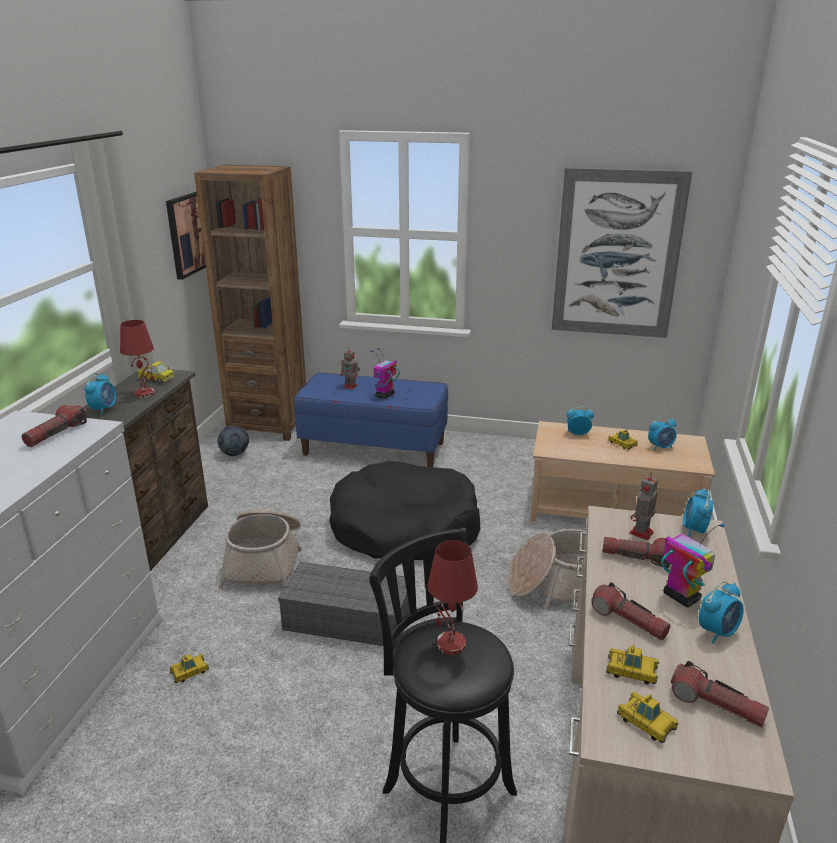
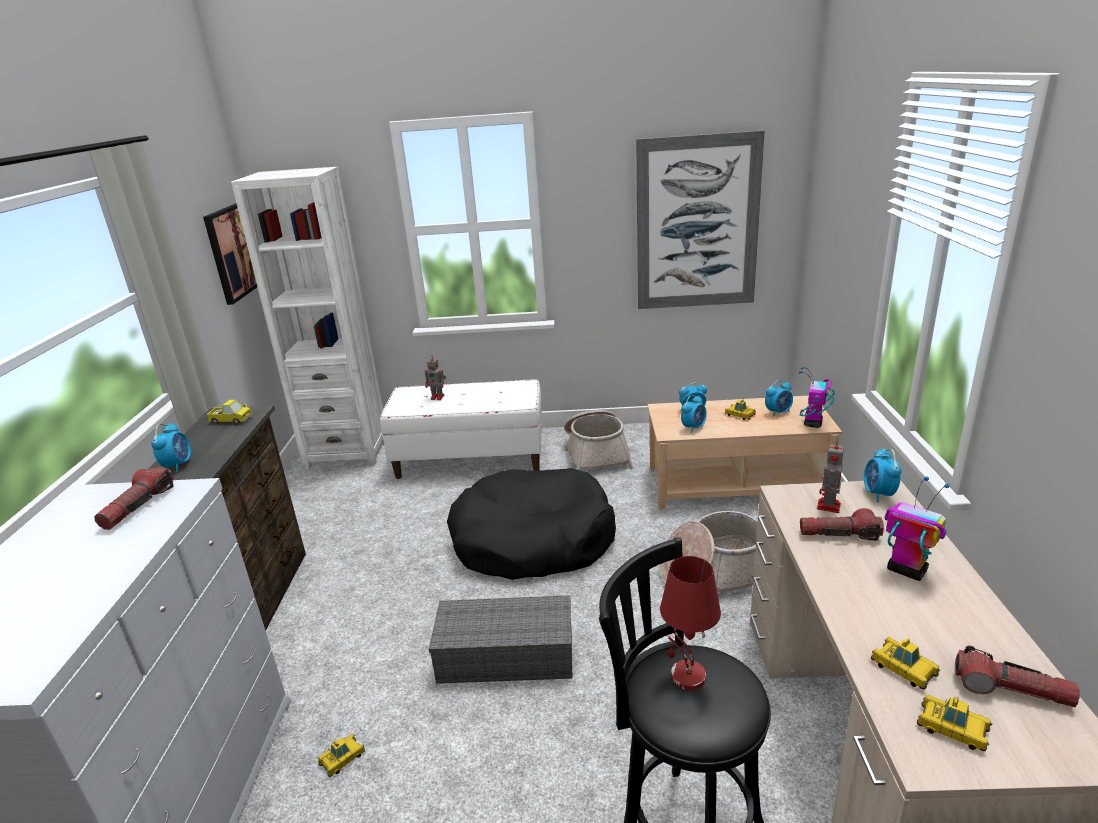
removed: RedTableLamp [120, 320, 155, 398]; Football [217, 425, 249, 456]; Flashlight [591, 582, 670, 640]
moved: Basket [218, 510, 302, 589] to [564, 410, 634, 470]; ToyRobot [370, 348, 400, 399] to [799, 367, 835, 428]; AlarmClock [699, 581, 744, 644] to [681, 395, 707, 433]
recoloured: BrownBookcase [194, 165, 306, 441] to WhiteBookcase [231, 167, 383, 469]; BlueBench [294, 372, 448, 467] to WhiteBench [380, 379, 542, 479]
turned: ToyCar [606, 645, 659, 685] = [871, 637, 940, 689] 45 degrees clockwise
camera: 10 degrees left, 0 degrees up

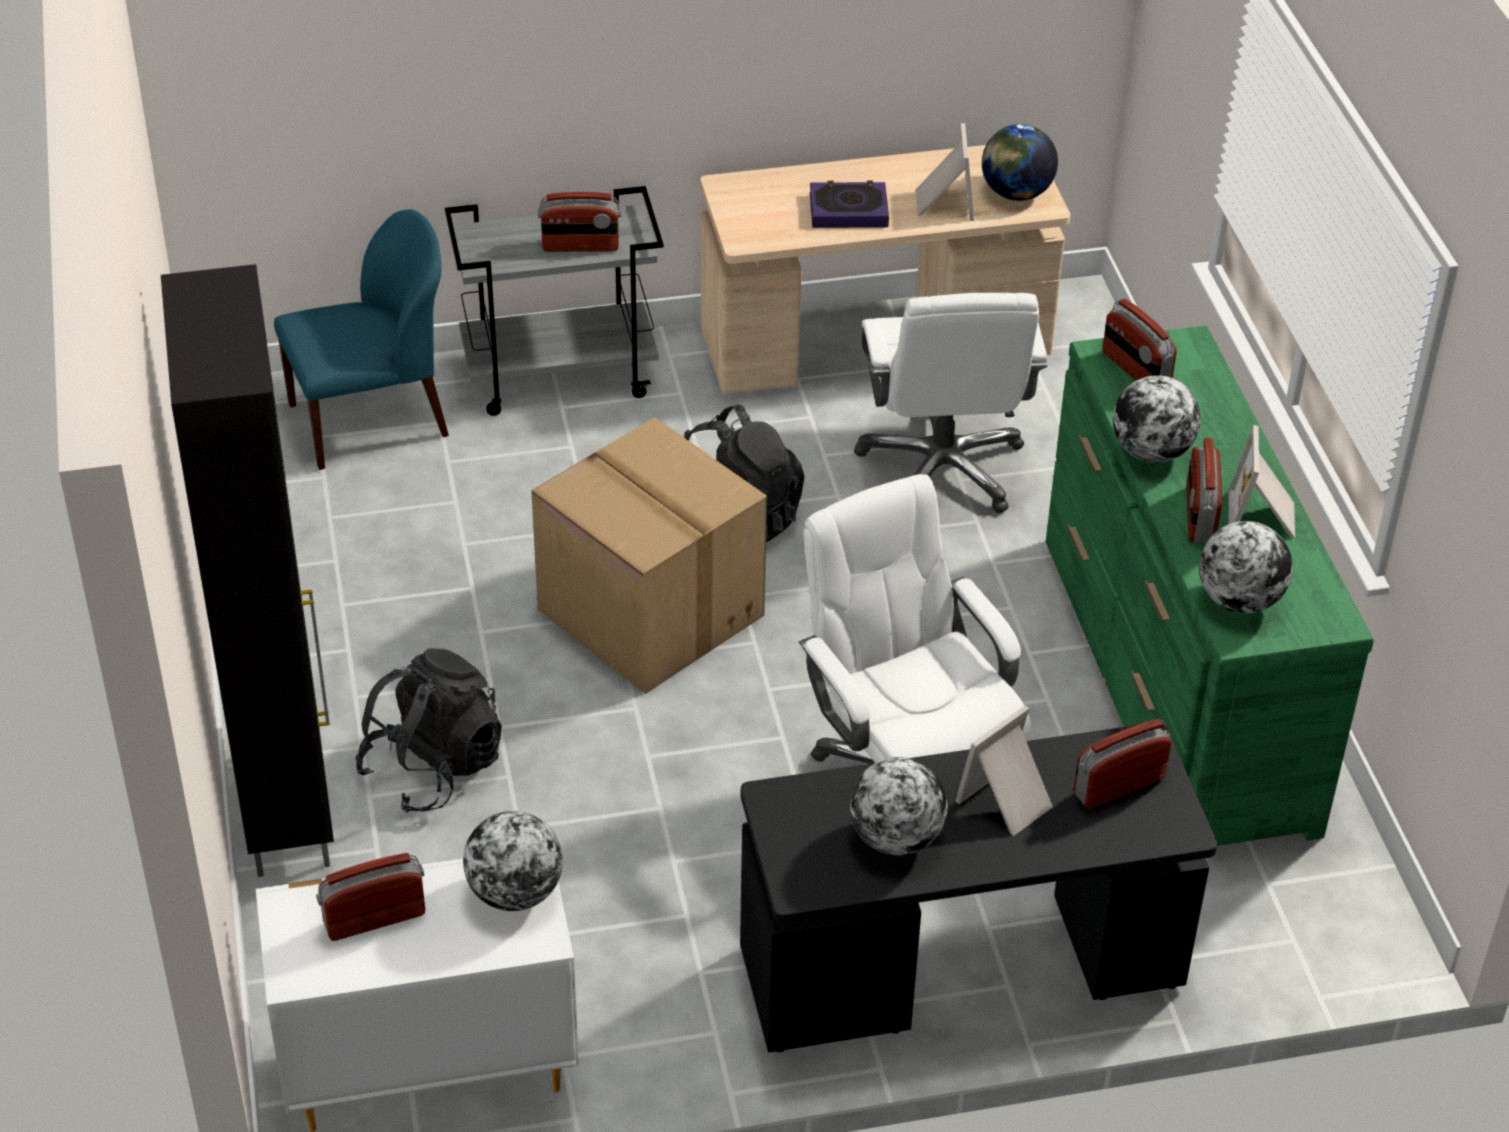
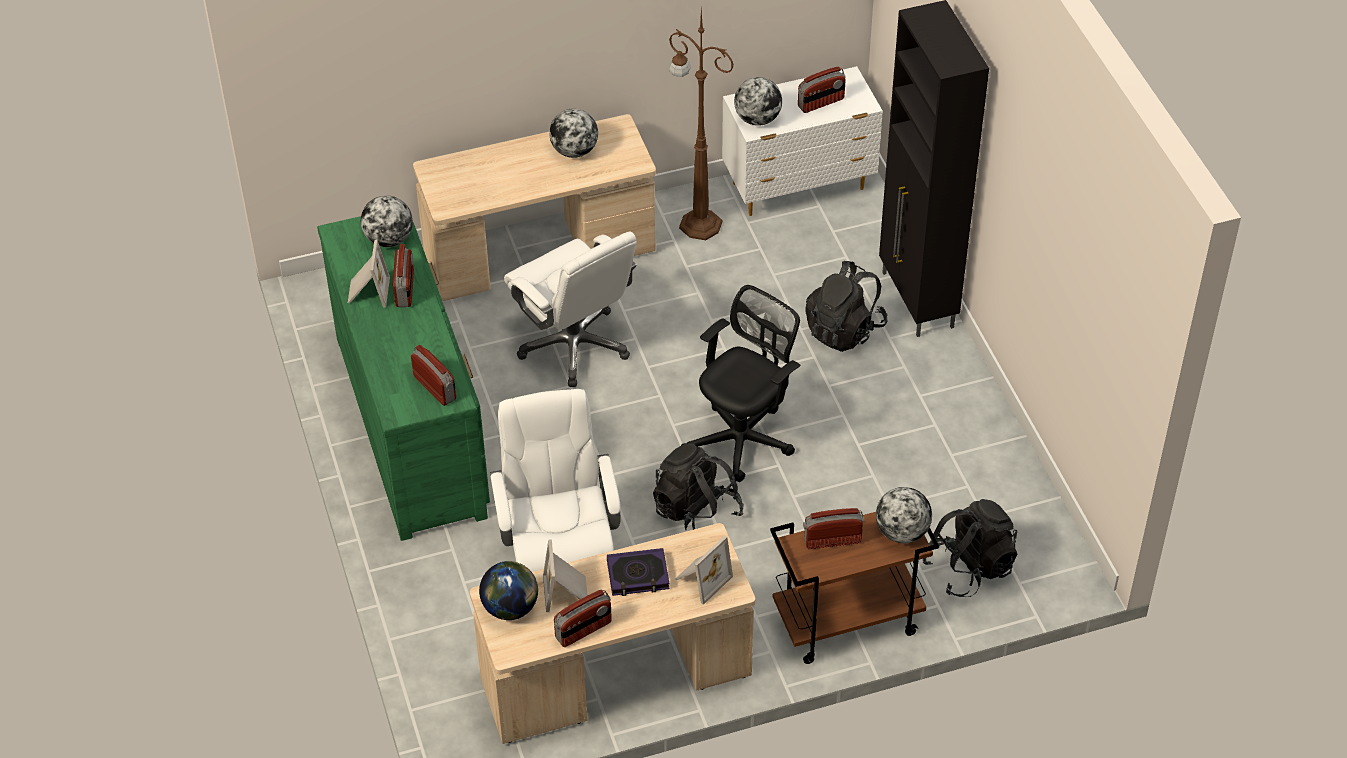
added: BrownFloorLamp [669, 8, 734, 240]
moved: PictureFrame [955, 705, 1053, 836] to [675, 536, 733, 605]; Radio [1074, 719, 1171, 809] to [554, 590, 612, 647]; Globe [1113, 375, 1201, 463] to [876, 487, 932, 543]
replaced: BlueChair [274, 209, 449, 470] to BlackBackpack [923, 499, 1017, 597]; CardboardBox [531, 417, 767, 694] to BlackOfficeChair [682, 285, 800, 482]
recoloured: GreyCart [445, 186, 663, 416] to BrownCart [770, 512, 939, 664]; BlackDesk [740, 725, 1217, 1053] to BeigeDesk [413, 114, 656, 301]
camera: 175 degrees right, 5 degrees up

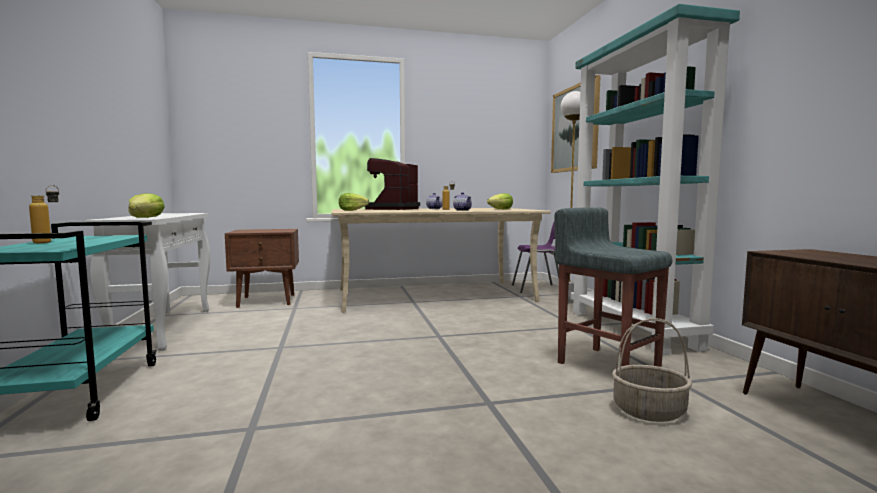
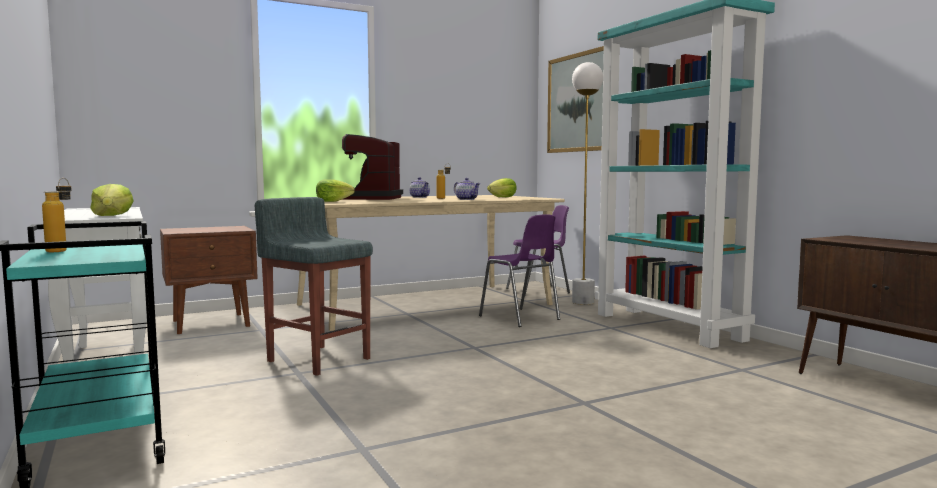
removed: Basket [612, 318, 692, 422]
added: PurpleChair [479, 214, 560, 327]
moved: GreyStool [554, 207, 672, 367] to [255, 197, 373, 376]
camera: 15 degrees left, 0 degrees up

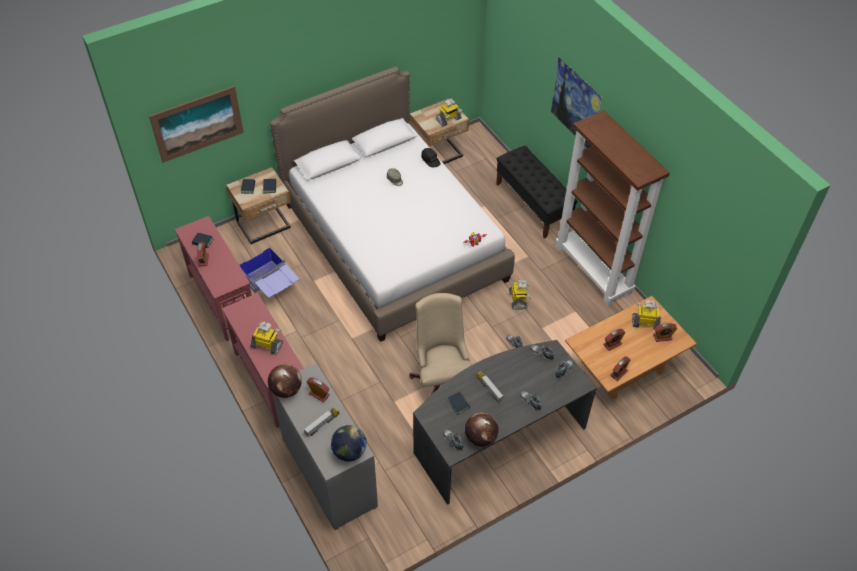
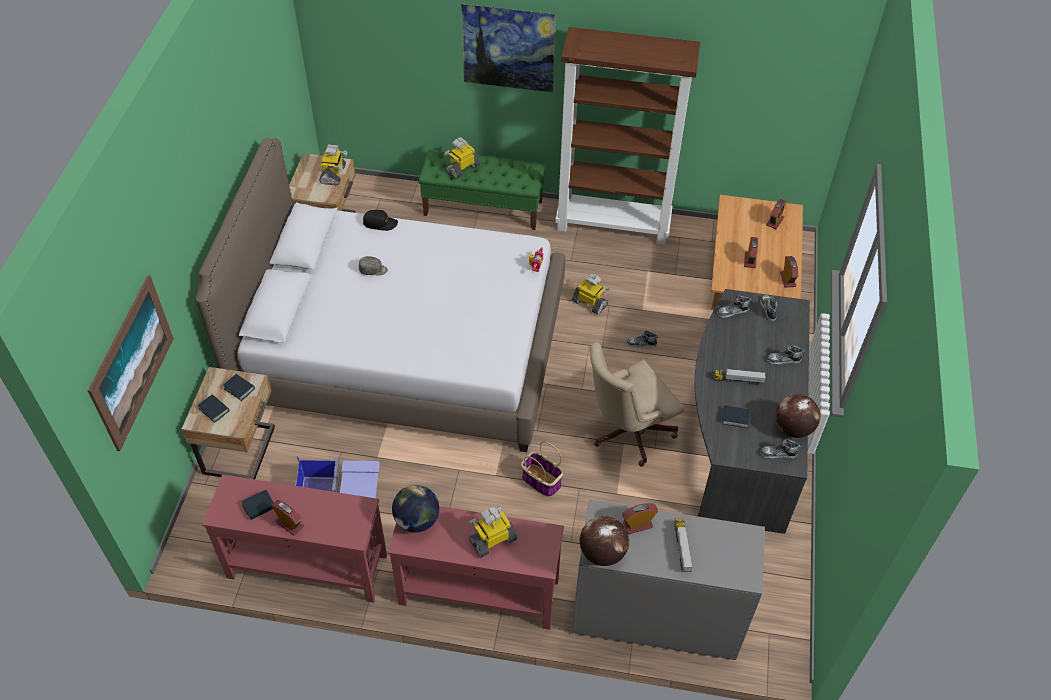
added: Basket [521, 441, 563, 497]
moved: Globe [331, 425, 367, 461] to [392, 485, 440, 533]; ToyRobot [632, 300, 661, 329] to [444, 137, 480, 179]
recoloured: BlackBench [496, 146, 577, 239] to GreenBench [419, 150, 545, 230]
turned: BeigeOfficeChair [409, 293, 472, 395] = [590, 342, 684, 467] 60 degrees counterclockwise
camera: 50 degrees left, 0 degrees up

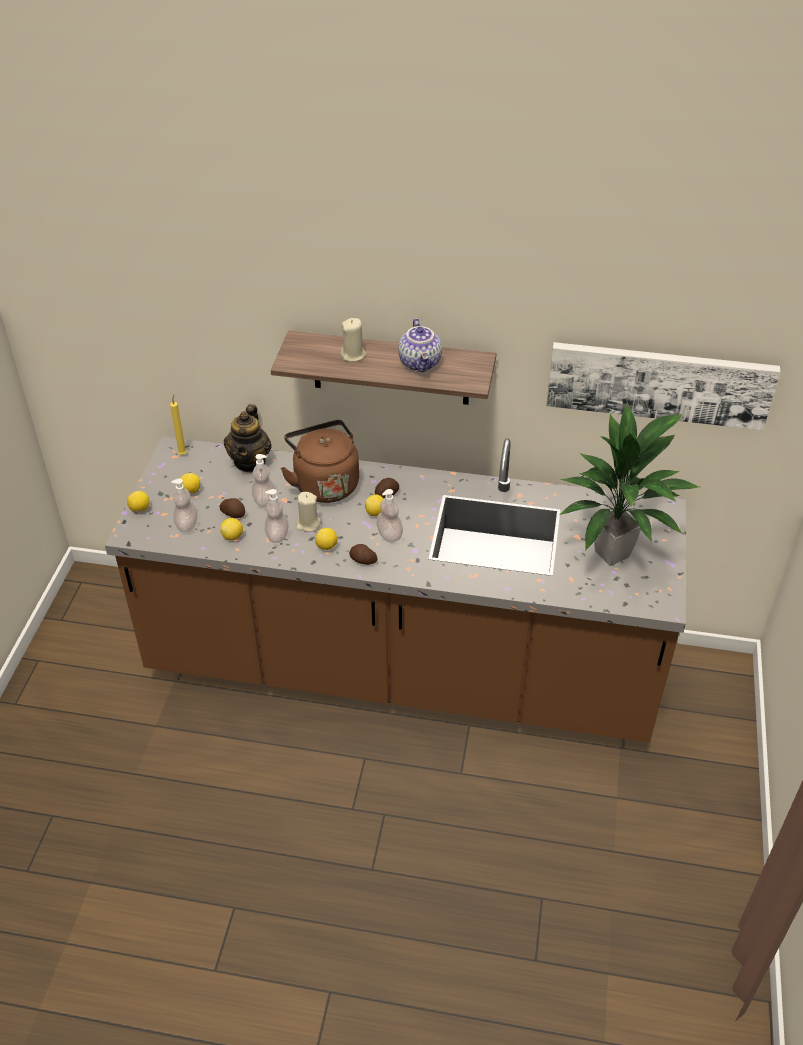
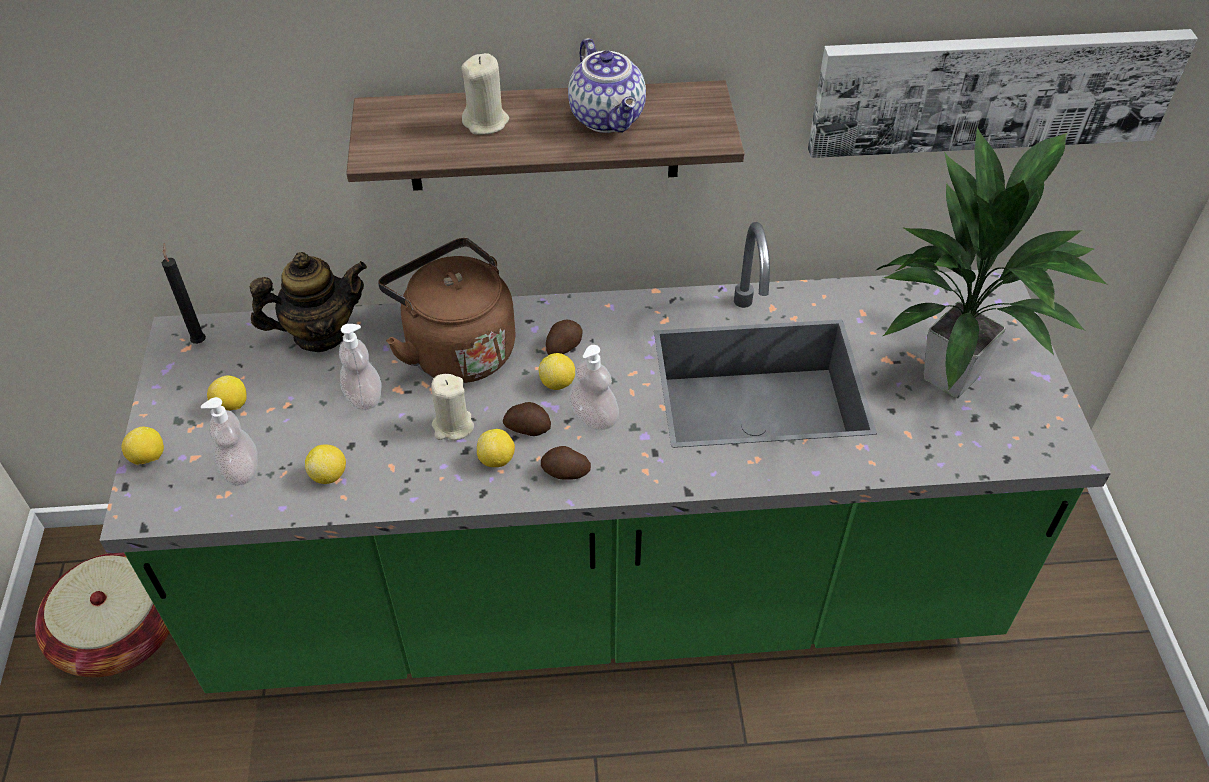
removed: SoapDispenser [265, 489, 289, 543]
added: Basket [35, 552, 170, 677]
moved: Potato [219, 498, 245, 518] to [503, 402, 551, 436]
recoloured: BrownCounter [105, 436, 686, 743] to GreenCounter [99, 222, 1111, 693]; YellowCandle [170, 394, 187, 455] to BlackCandle [162, 243, 206, 344]
turned: Teapot [224, 404, 272, 472] = [250, 252, 367, 352] 105 degrees counterclockwise
camera: 15 degrees left, 5 degrees up

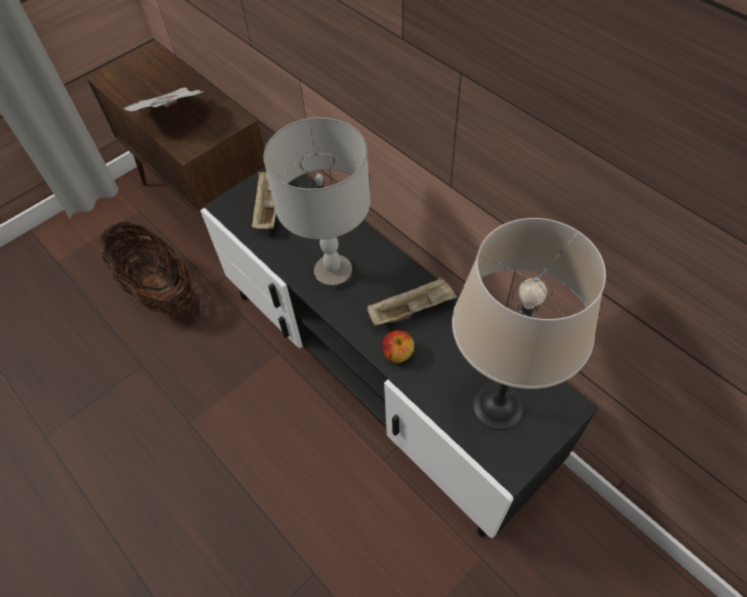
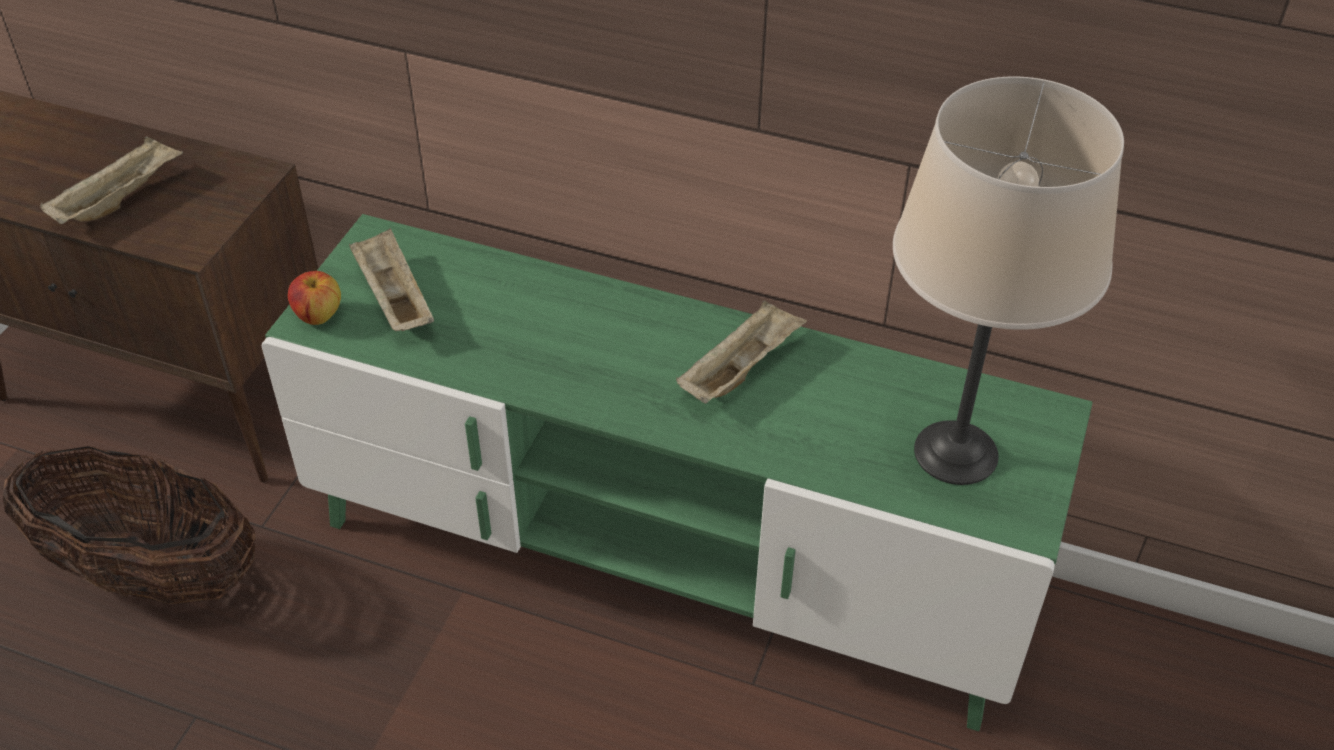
removed: GreyTableLamp [263, 117, 371, 289]
moved: Apple [382, 330, 414, 363] to [288, 271, 341, 325]
replaced: Newspaper [124, 87, 205, 111] to BeigeTray [40, 136, 183, 224]
recoloured: BlackTvStand [200, 167, 599, 538] to GreenTvStand [262, 214, 1093, 731]
camera: 30 degrees left, 10 degrees down

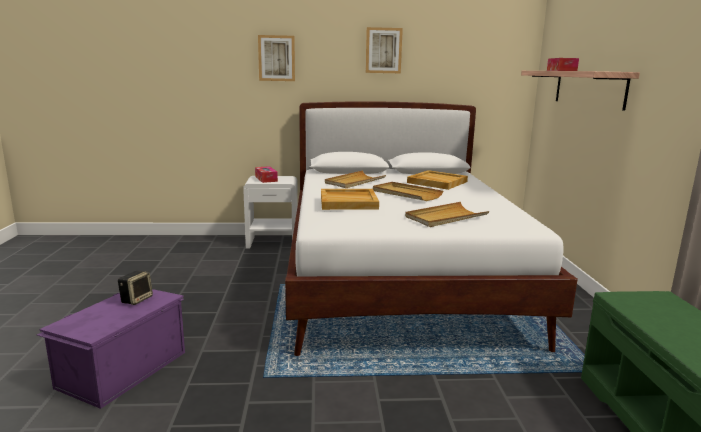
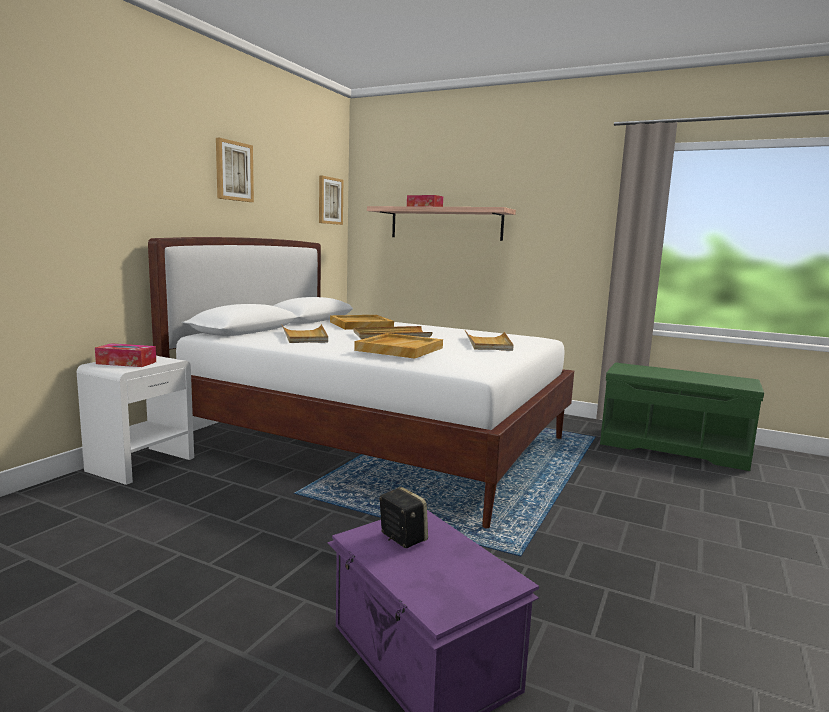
moved: Picture [258, 35, 295, 81] to [319, 175, 343, 225]
camera: 60 degrees left, 5 degrees down

